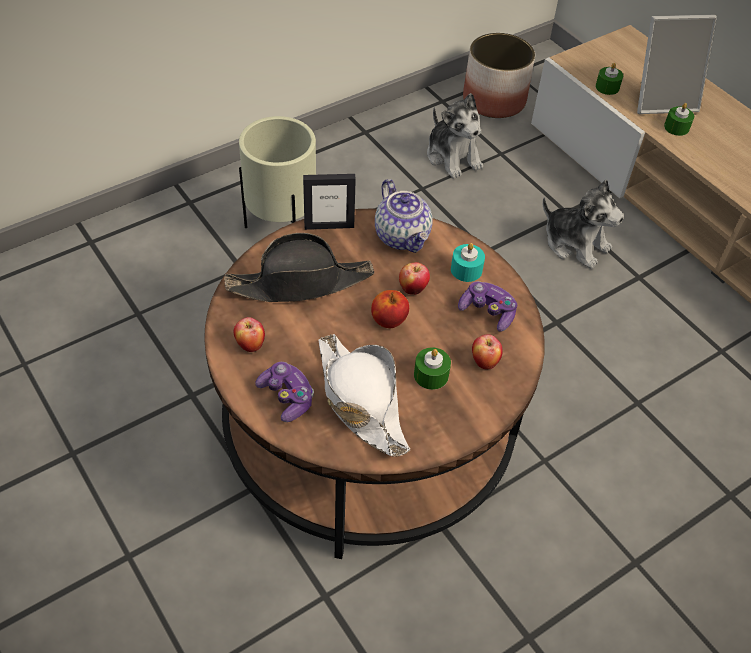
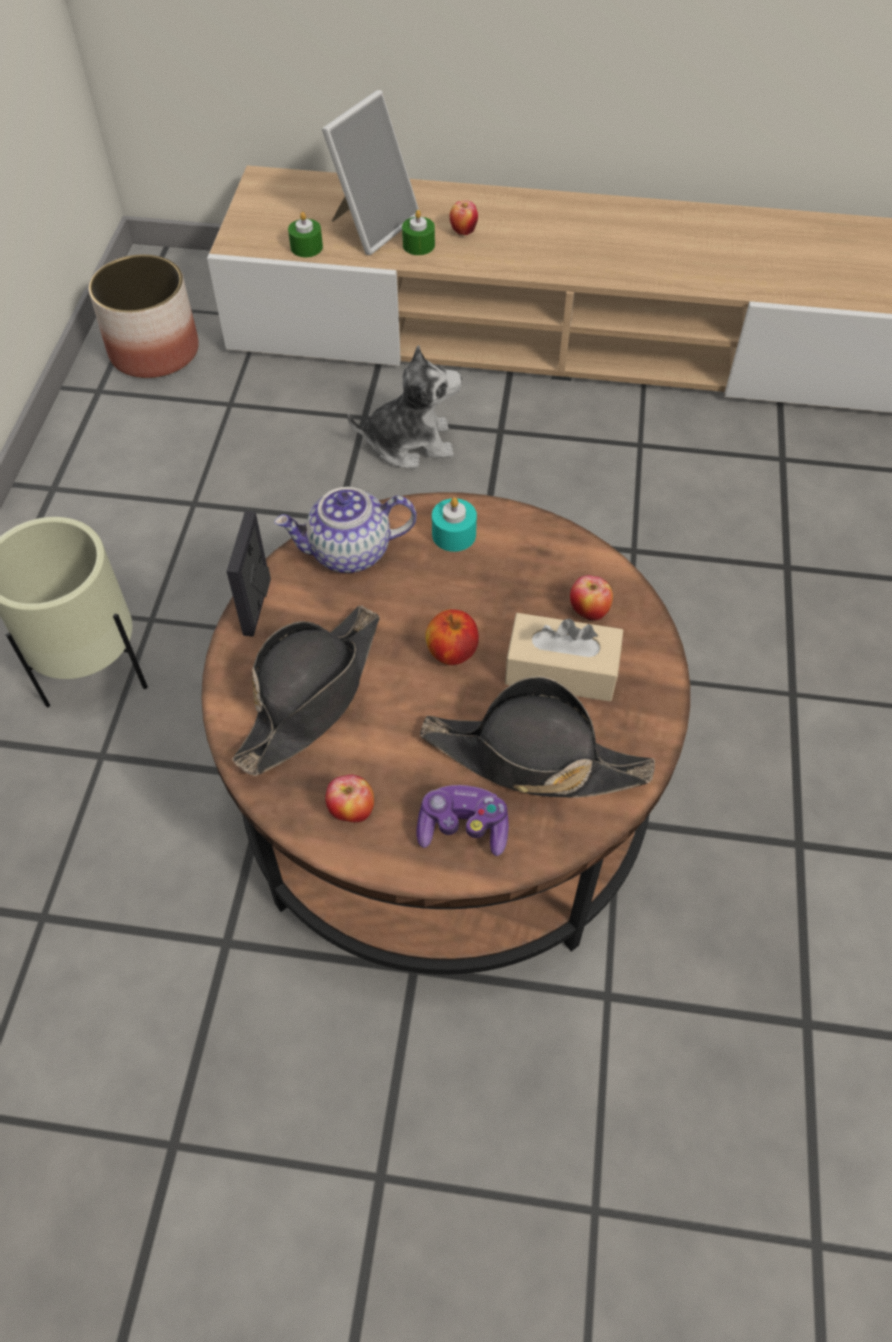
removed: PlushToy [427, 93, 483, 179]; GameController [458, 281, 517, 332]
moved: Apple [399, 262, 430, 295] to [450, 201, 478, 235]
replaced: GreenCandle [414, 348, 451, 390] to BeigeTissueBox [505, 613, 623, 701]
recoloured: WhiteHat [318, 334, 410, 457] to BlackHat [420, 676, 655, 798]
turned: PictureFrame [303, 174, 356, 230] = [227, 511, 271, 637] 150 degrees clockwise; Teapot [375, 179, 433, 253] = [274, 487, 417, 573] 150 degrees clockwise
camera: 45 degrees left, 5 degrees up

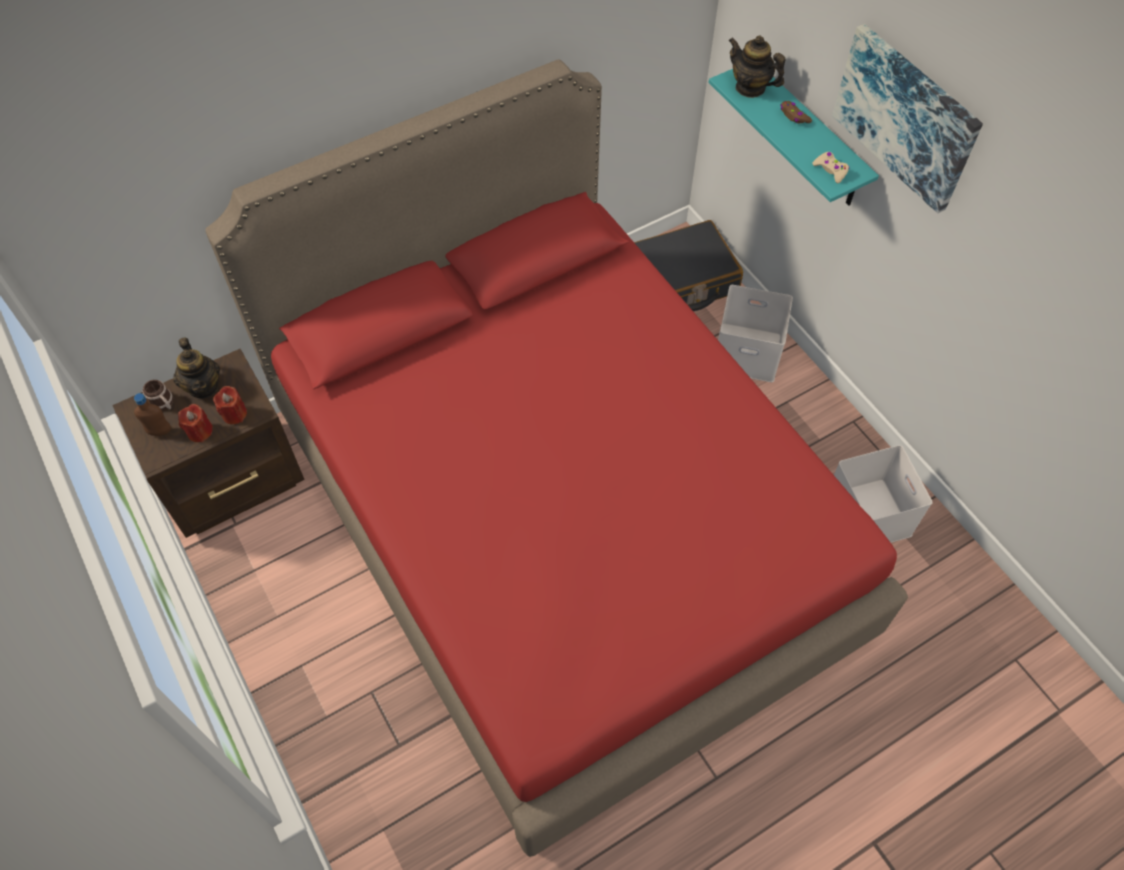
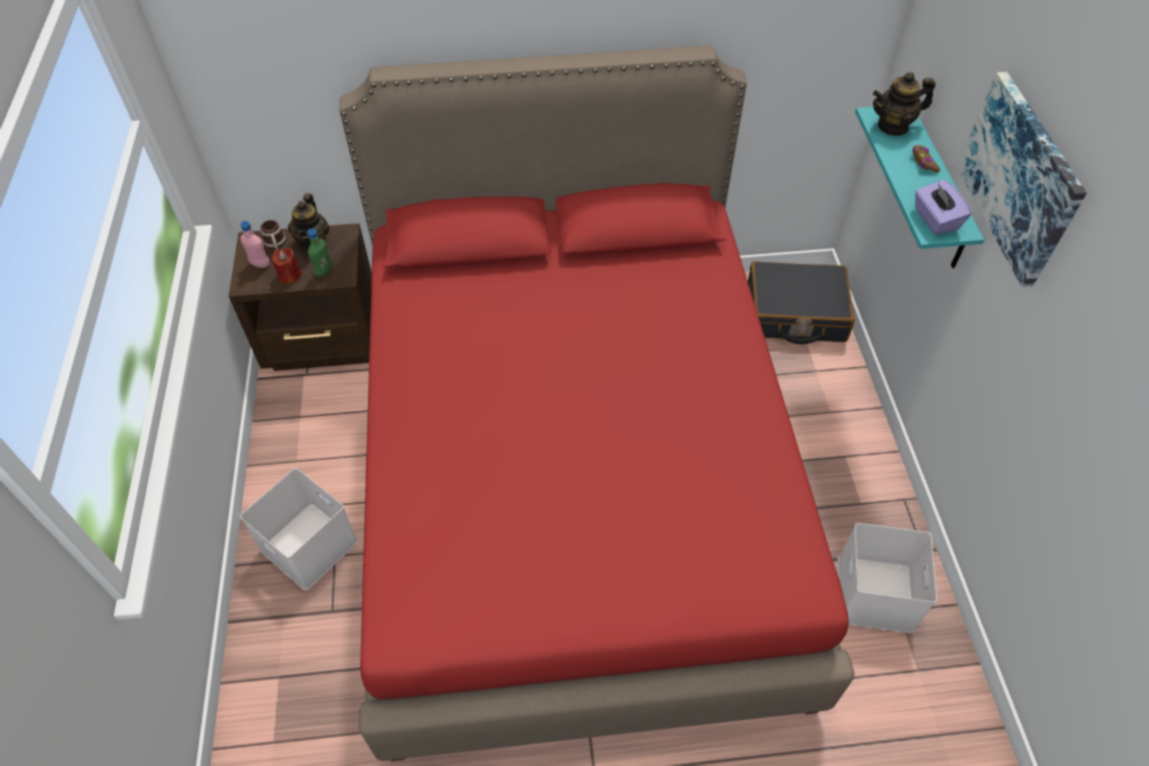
moved: WhiteStorageBox [718, 285, 793, 382] to [240, 468, 358, 590]
replaced: RedCandle [213, 386, 247, 425] to GreenBottle [307, 228, 332, 277]; BeigeGameController [812, 152, 849, 183] to PurpleTissueBox [915, 180, 971, 235]
recoloured: BrownBottle [134, 393, 171, 436] to PinkBottle [240, 221, 270, 268]
turned: Teapot [728, 36, 785, 98] = [873, 72, 936, 136] 75 degrees counterclockwise
camera: 25 degrees right, 5 degrees down

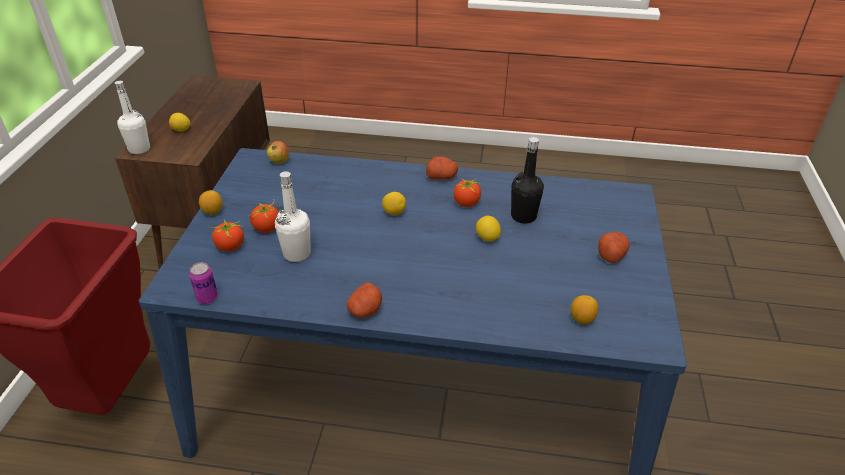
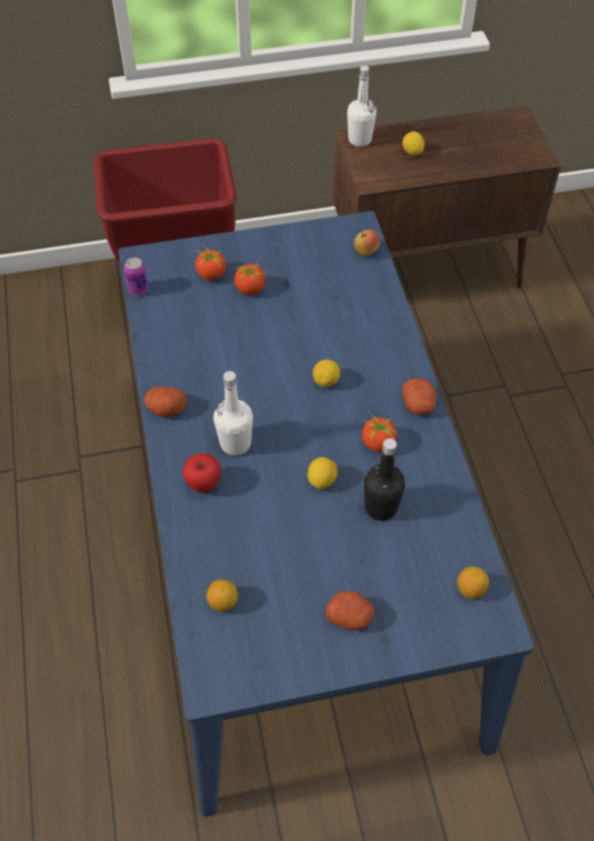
added: Apple [183, 453, 221, 493]
moved: Lemon [199, 190, 222, 215] to [457, 566, 489, 599]; WhiteBottle [275, 171, 311, 262] to [214, 371, 253, 455]
camera: 70 degrees right, 15 degrees up

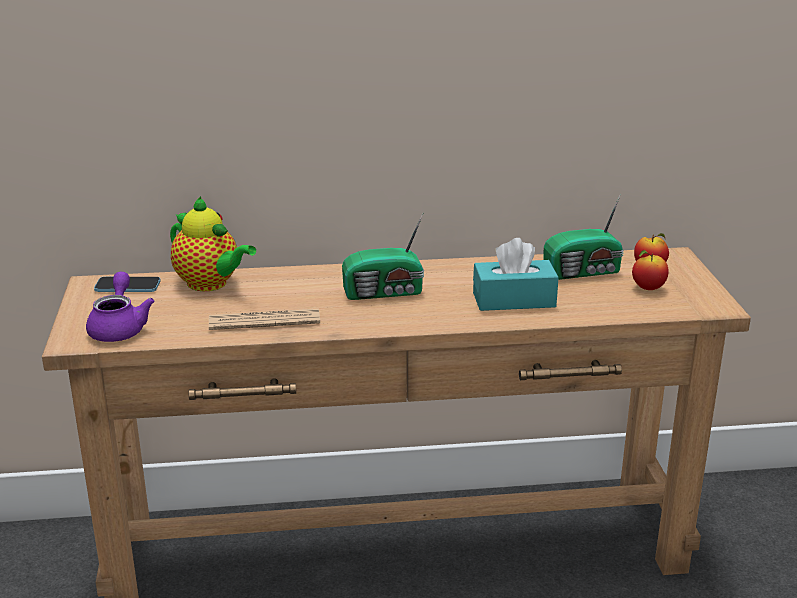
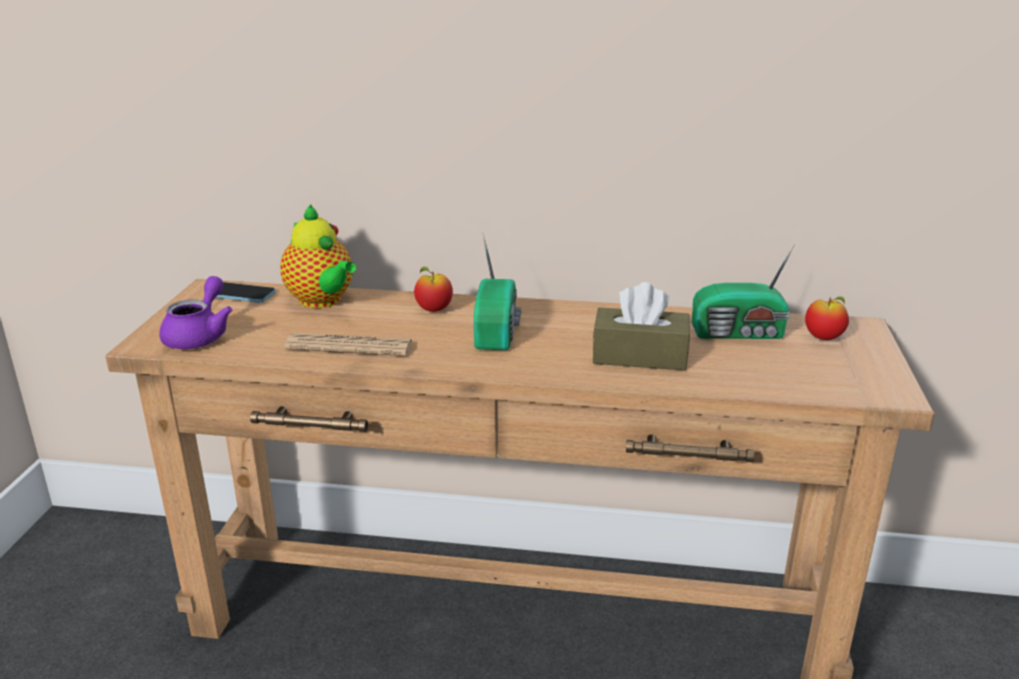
moved: Apple [632, 250, 669, 290] to [414, 267, 453, 312]
recoloured: TurquoiseTissueBox [473, 238, 558, 311] to BrownTissueBox [593, 282, 690, 371]
turned: Radio [342, 212, 424, 300] = [474, 232, 521, 350] 90 degrees counterclockwise
camera: 15 degrees right, 0 degrees up

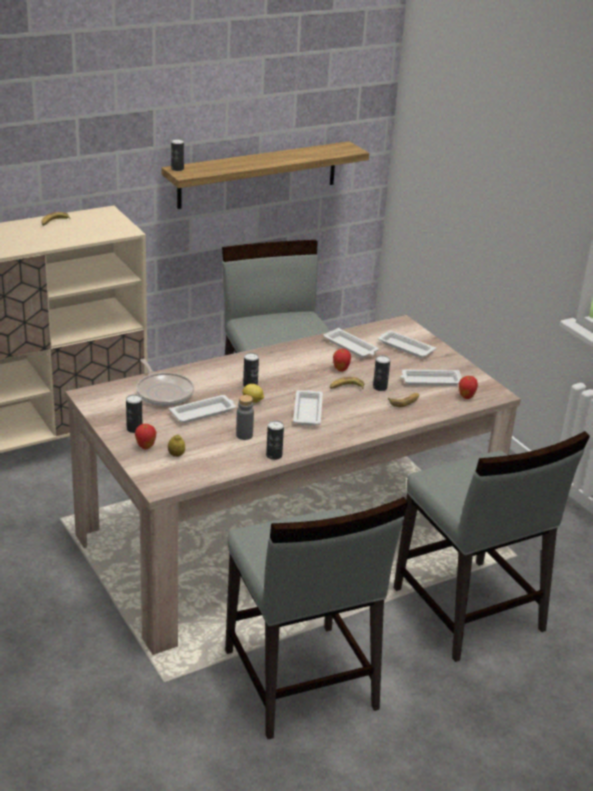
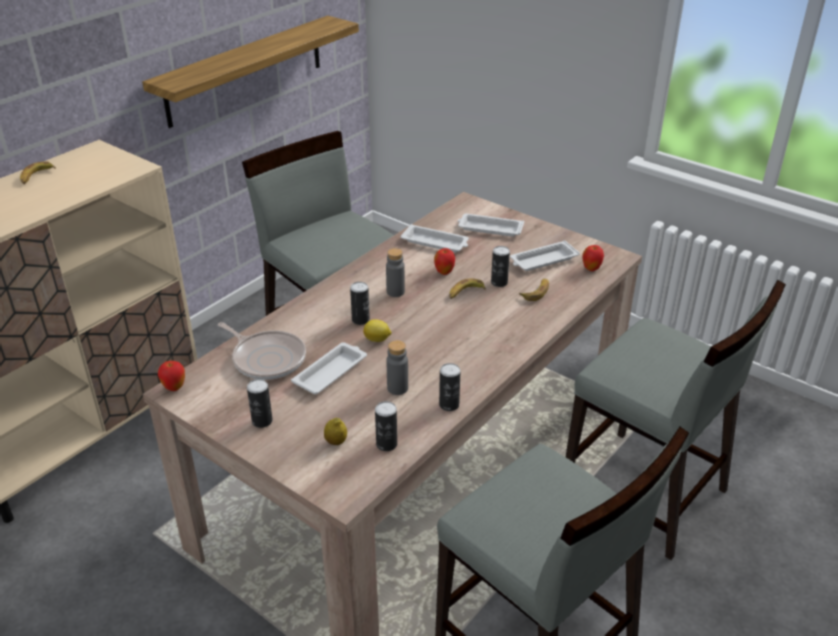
removed: WhiteTray [293, 390, 323, 426]
added: GreyBottle [386, 248, 405, 297]
moved: Apple [135, 424, 157, 449] to [158, 361, 185, 391]; Can [171, 139, 184, 171] to [375, 401, 397, 451]
camera: 20 degrees left, 5 degrees up

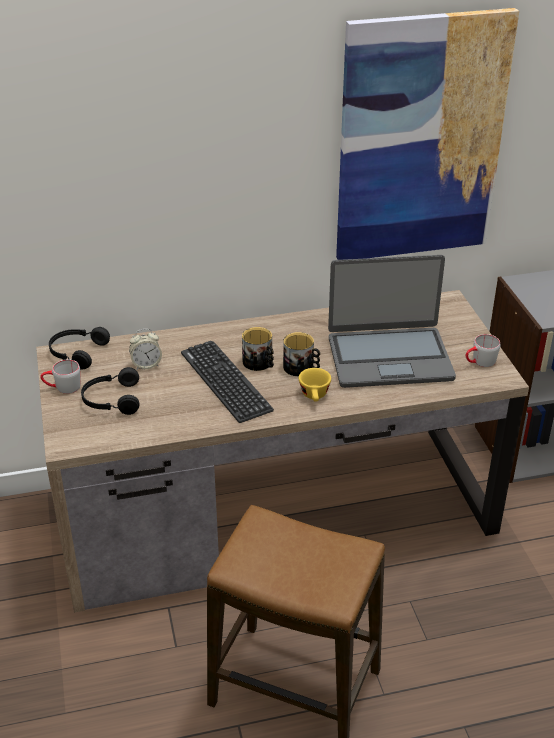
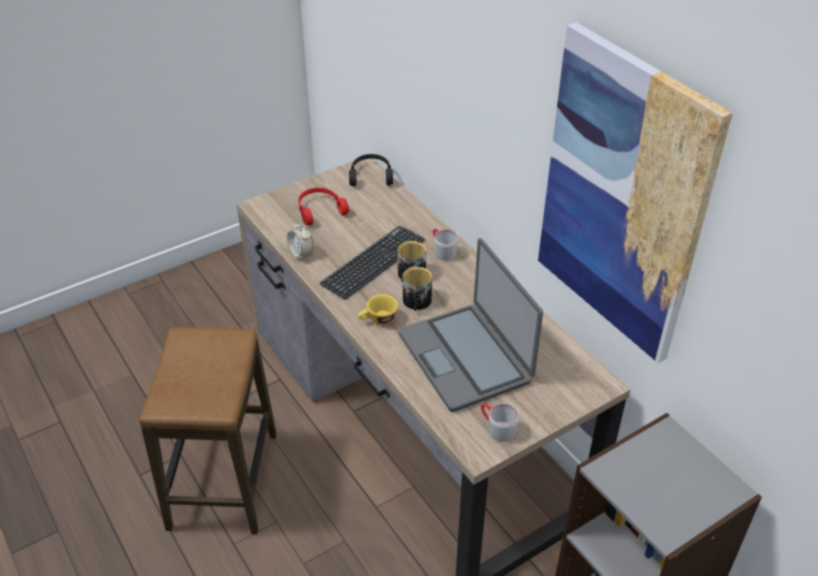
moved: GreyMug [40, 359, 81, 394] to [433, 229, 459, 260]; AlarmClock [129, 329, 162, 370] to [287, 221, 313, 261]
recoloured: BlackHeadphones [81, 367, 139, 415] to RedHeadphones [298, 188, 349, 226]
camera: 70 degrees right, 5 degrees up

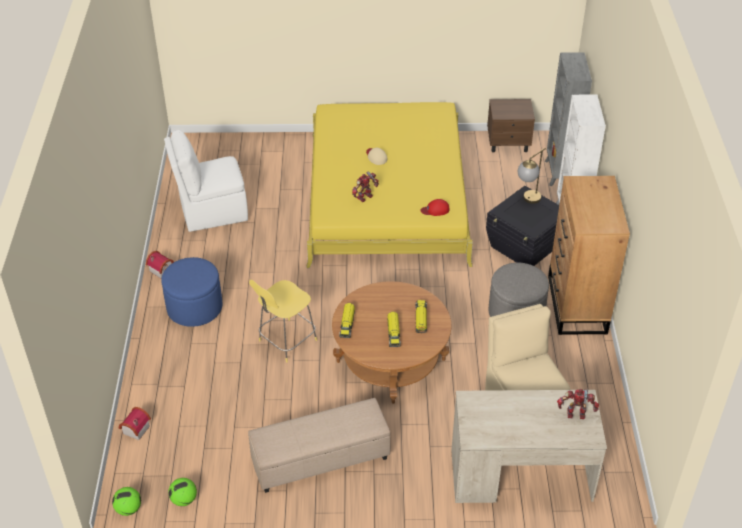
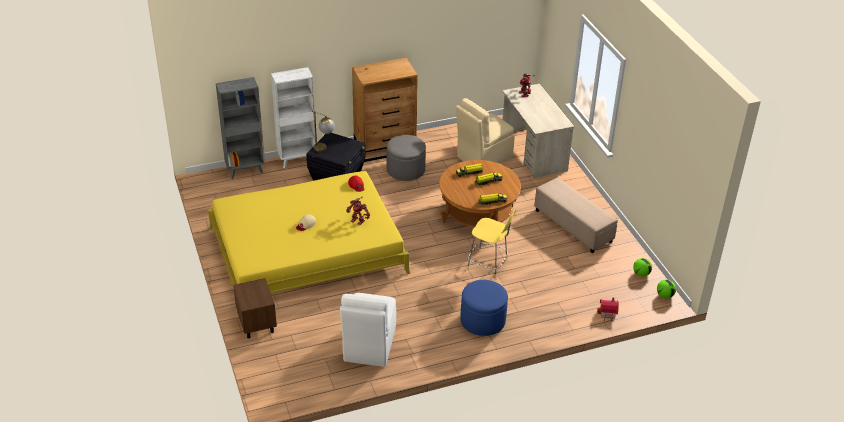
removed: ToyHouse [146, 251, 174, 279]
moved: BrownNightstand [487, 99, 535, 152] to [233, 278, 277, 339]
turned: WhiteChair [164, 130, 248, 232] = [340, 293, 396, 367] 45 degrees clockwise
camera: 110 degrees left, 5 degrees down

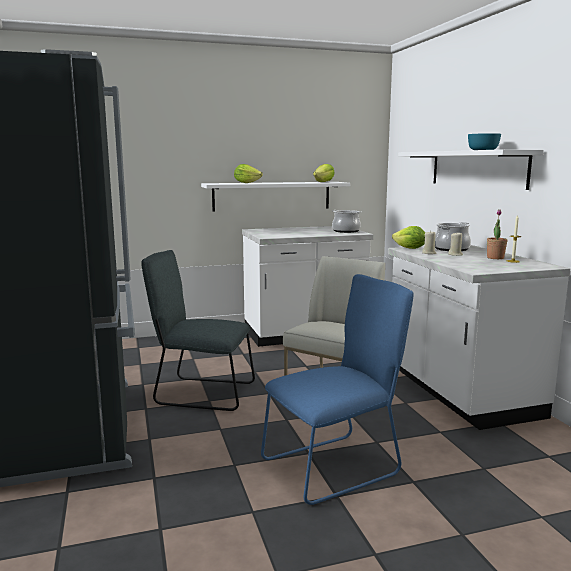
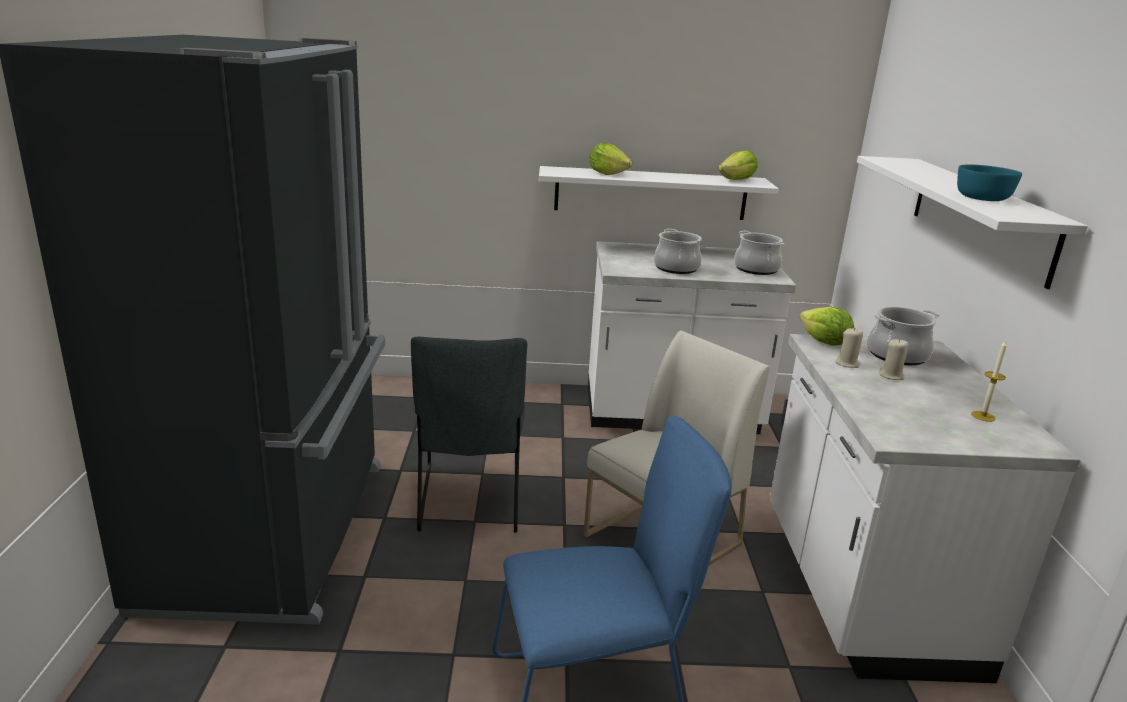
removed: PottedPlant [487, 209, 507, 259]
added: CookingPot [654, 229, 702, 274]
turned: GreyChair [141, 250, 255, 411] = [411, 337, 528, 533] 120 degrees counterclockwise
camera: 15 degrees right, 10 degrees up

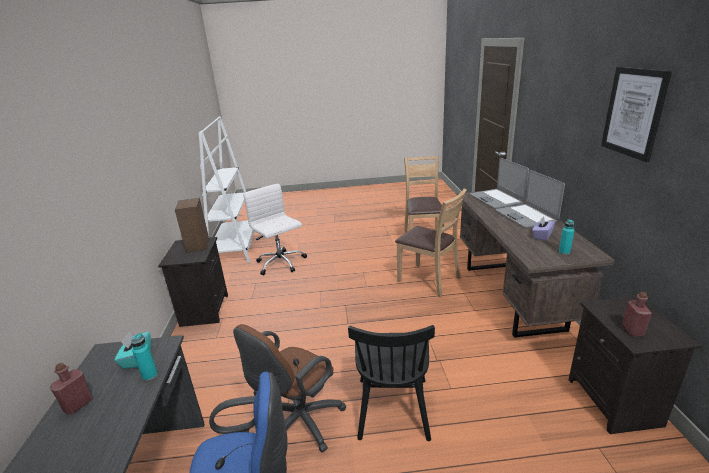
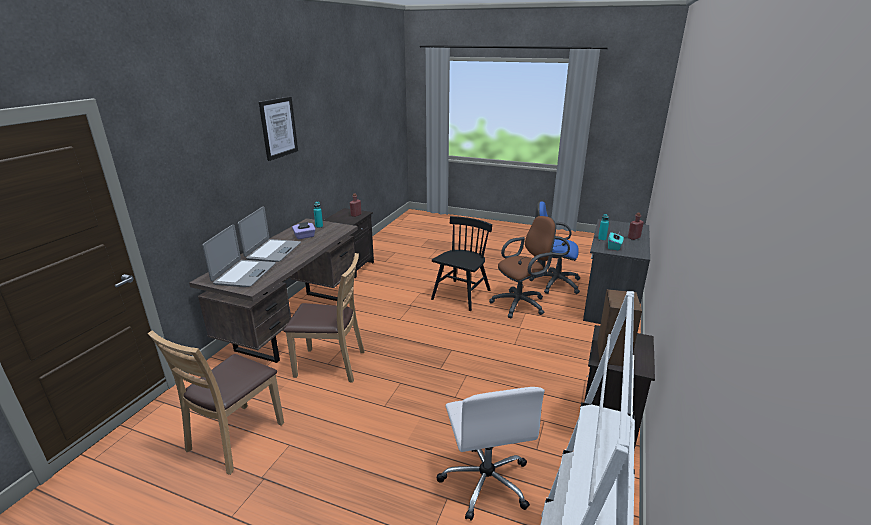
turned: BrownChair [395, 189, 467, 297] = [284, 253, 365, 383] 120 degrees clockwise
camera: 155 degrees left, 0 degrees up

